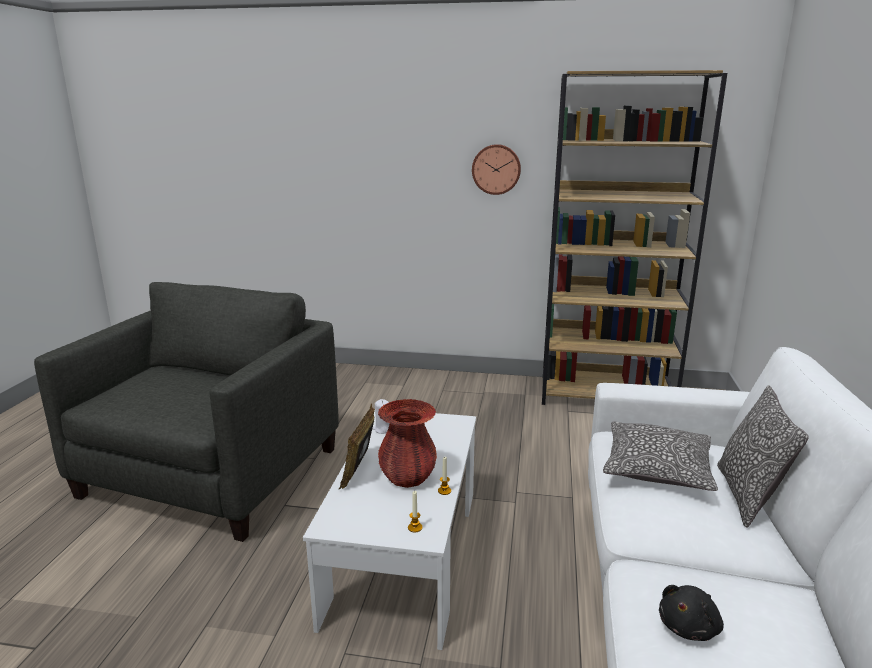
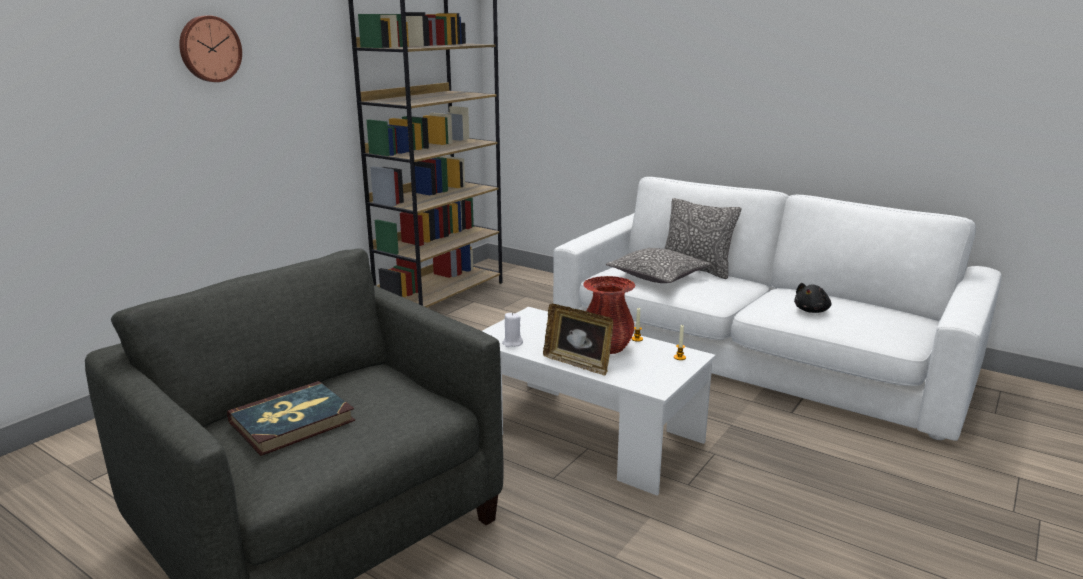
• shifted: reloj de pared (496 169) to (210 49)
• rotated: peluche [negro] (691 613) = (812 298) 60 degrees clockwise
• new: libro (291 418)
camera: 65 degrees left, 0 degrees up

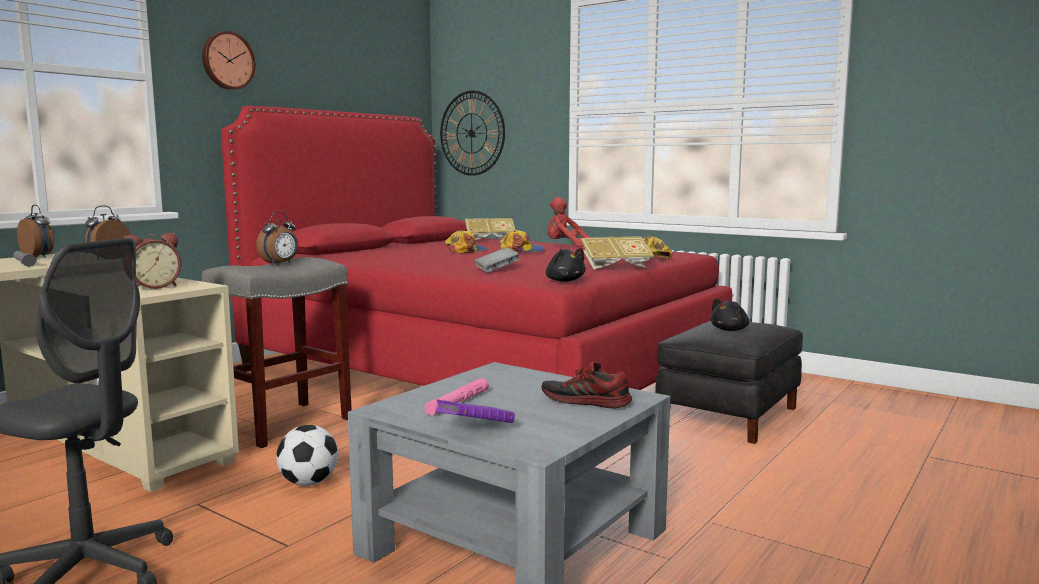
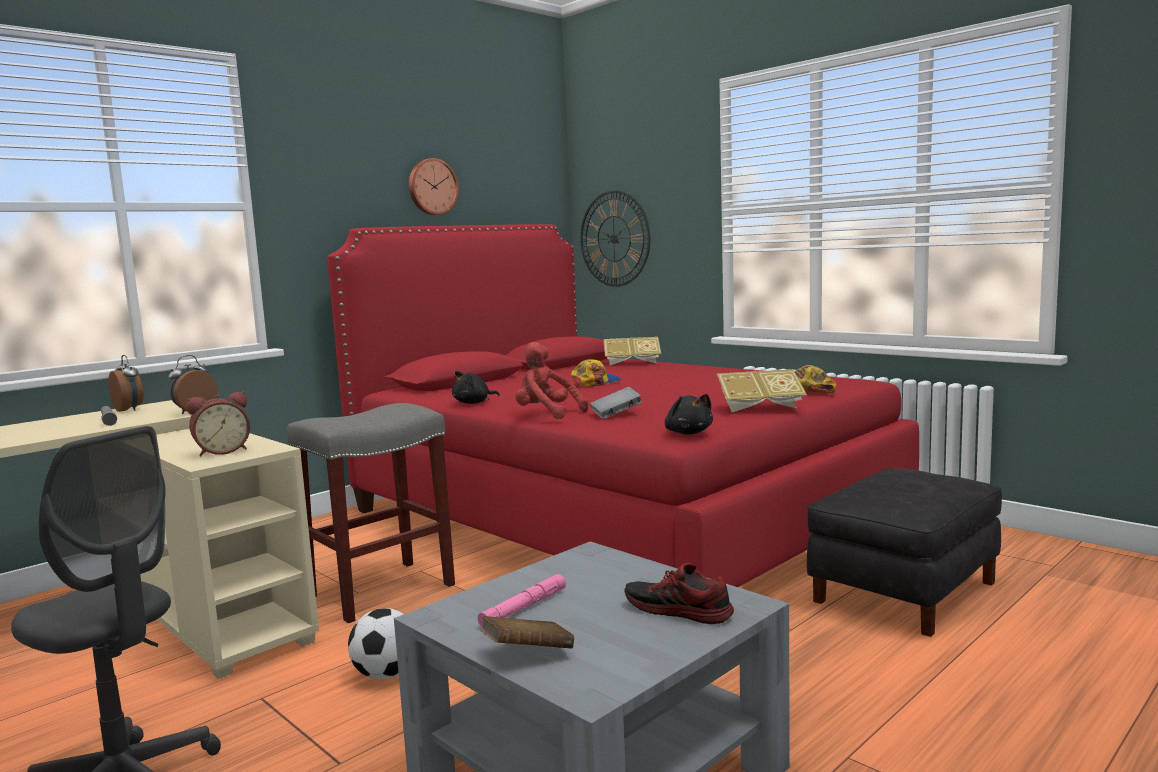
• shifted: reloj de pared (229 60) to (434 186)
• shifted: peluche [rojo] (569 222) to (551 380)
• gone: despertador (277 238)
• gone: gorra (521 241)
• shifted: peluche [negro] (729 314) to (475 387)
• repainted: libro [morado] (475 411) to libro [marrón] (527 632)
camera: 10 degrees right, 0 degrees up

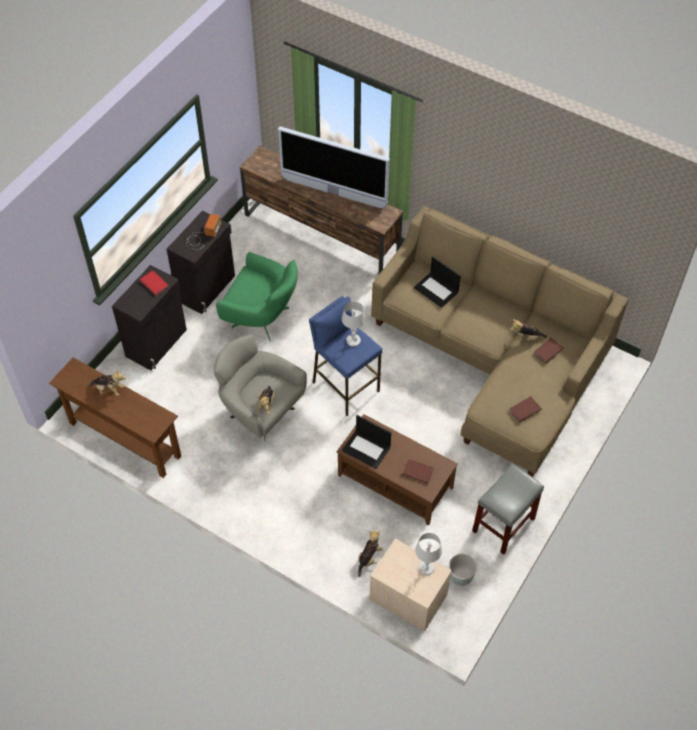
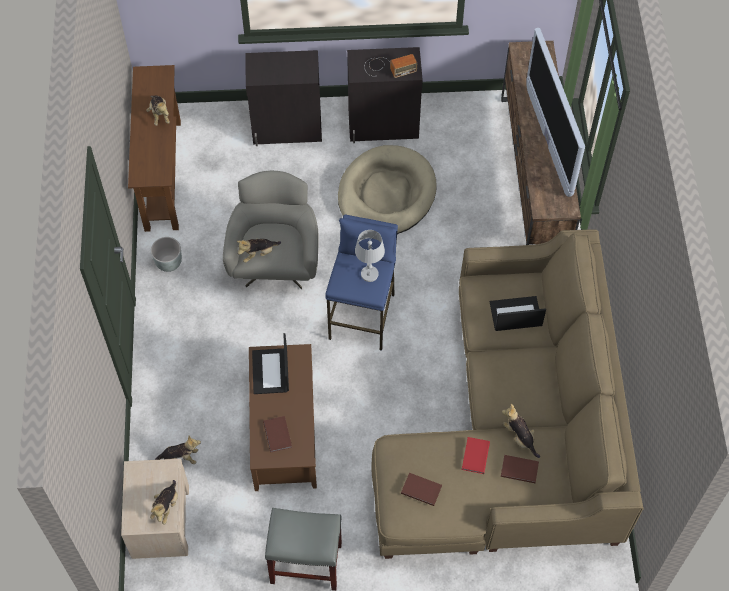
• swapped: sillón [verde] (257 296) to cama para perro [beis] (387 189)
• rotated: portátil (437 282) = (518 313) 75 degrees clockwise
• shifted: libro [rojo] (154 283) to (476 455)
• swapped: lámpara de mesa [blanco] (428 554) to peluche (164 502)
• shifted: maceta [gris] (463 570) to (166 254)
camera: 55 degrees right, 5 degrees up

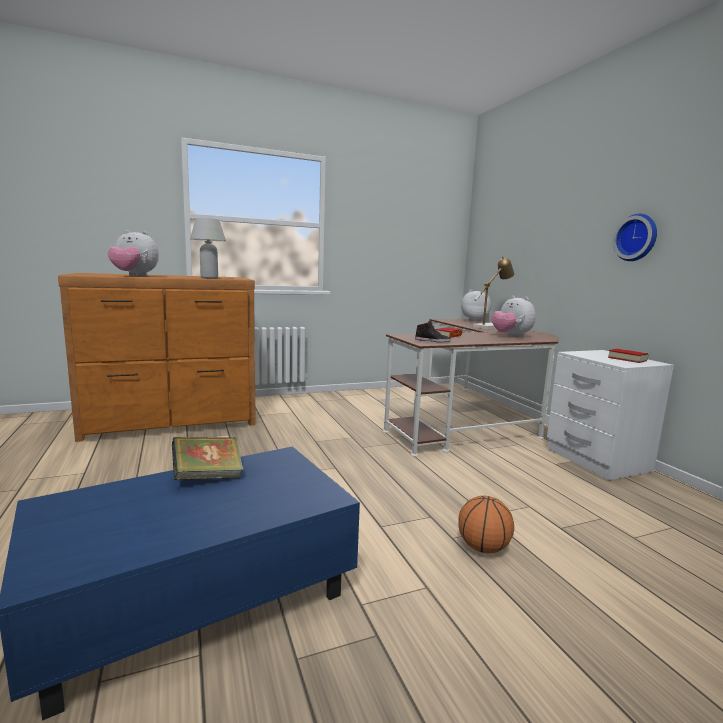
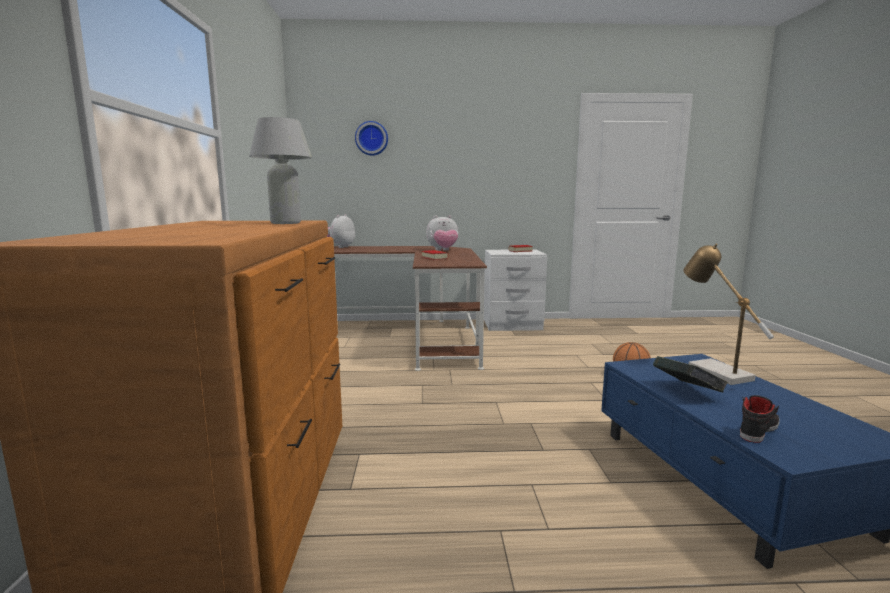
• shifted: reloj de pared (635 237) to (371 138)
• gone: peluche (133 253)
• shifted: lámpara de mesa (493 293) to (728 314)
• shifted: zapato [negro] (433 331) to (760 419)
camera: 70 degrees left, 0 degrees up

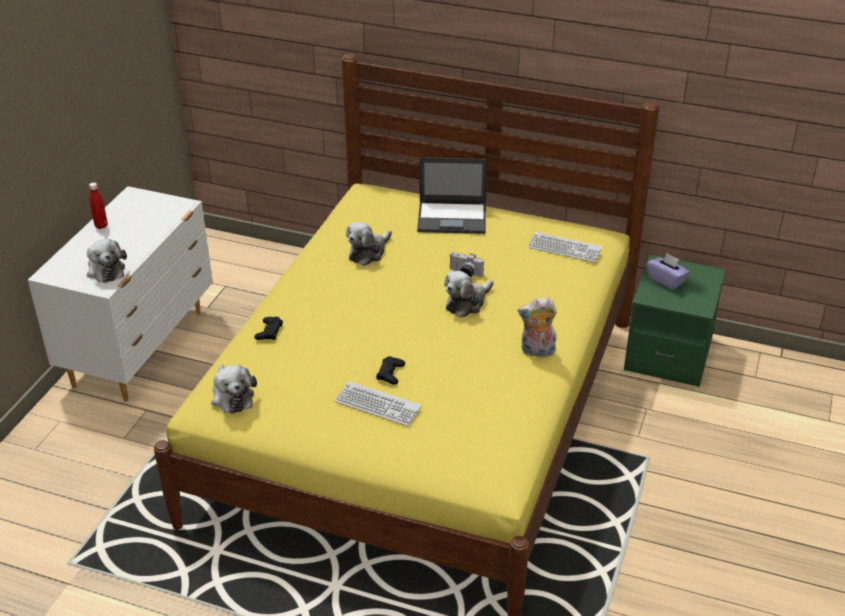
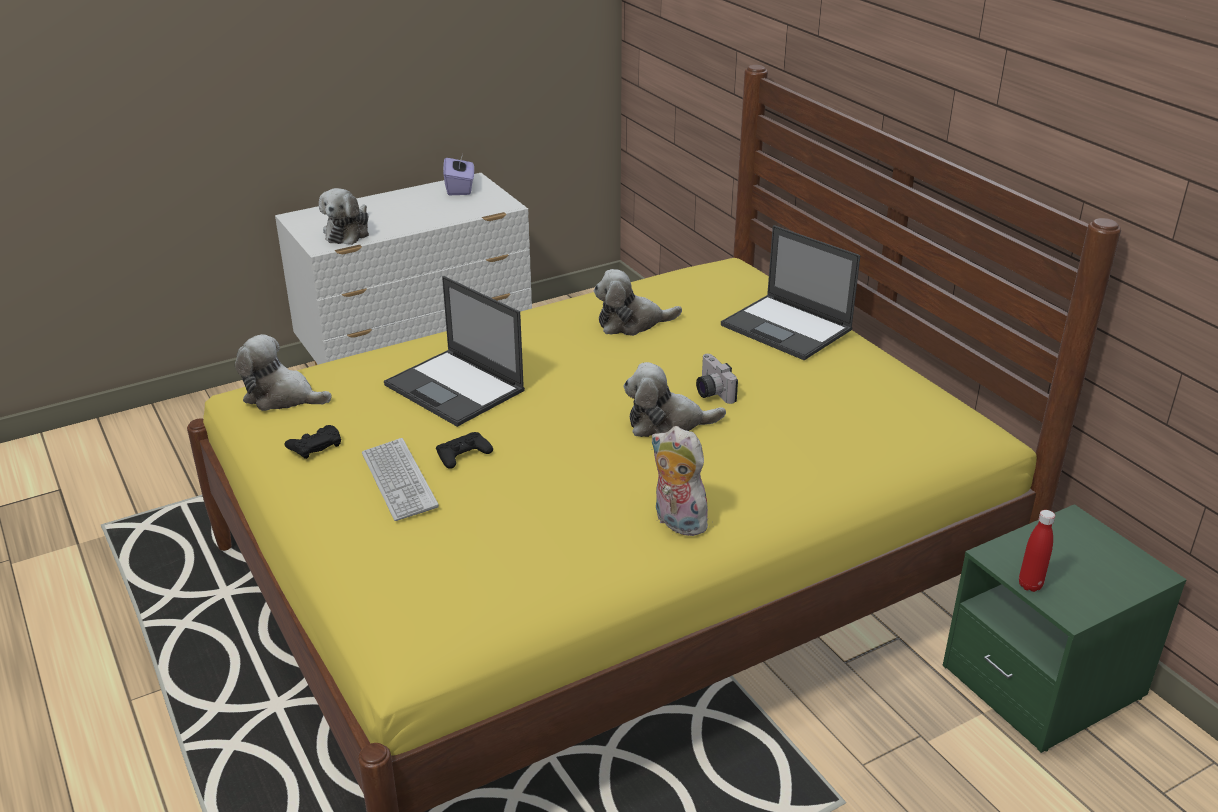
• shifted: botella [rojo] (98 205) to (1037 551)
• gone: teclado (565 247)
• shifted: caja de pañuelos [morado] (668 271) to (458 173)
• shifted: mando de consola [negro] (268 328) to (312 442)
• rotated: peluche (234 389) = (283 372) 90 degrees clockwise
• new: portátil (454 351)
camera: 40 degrees right, 5 degrees down

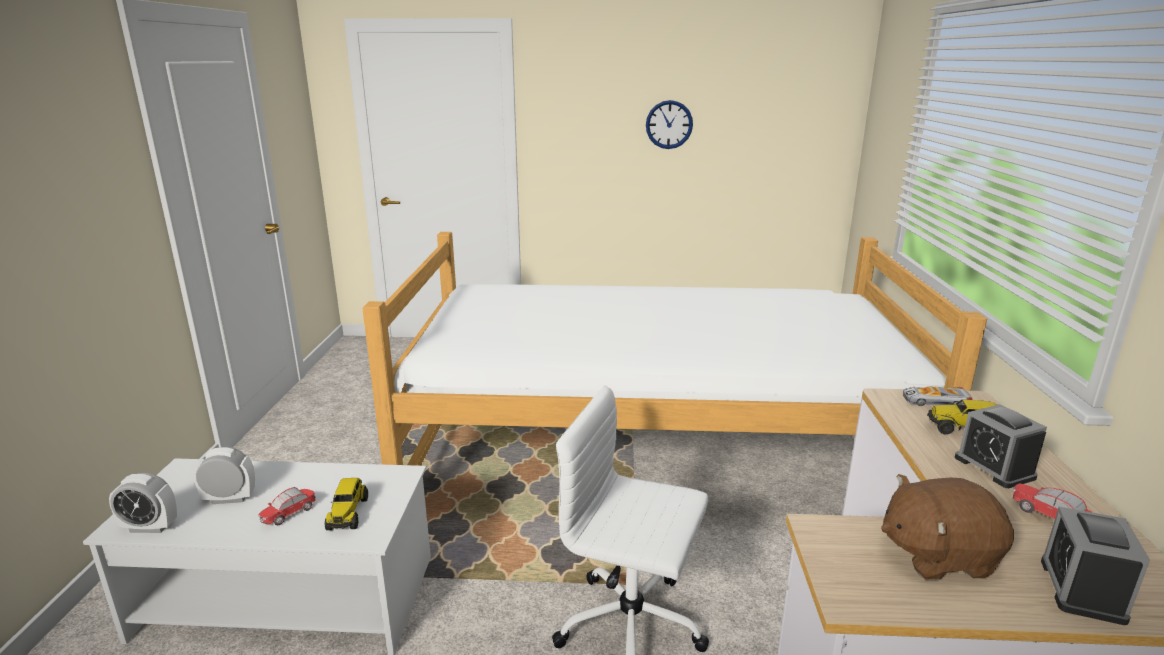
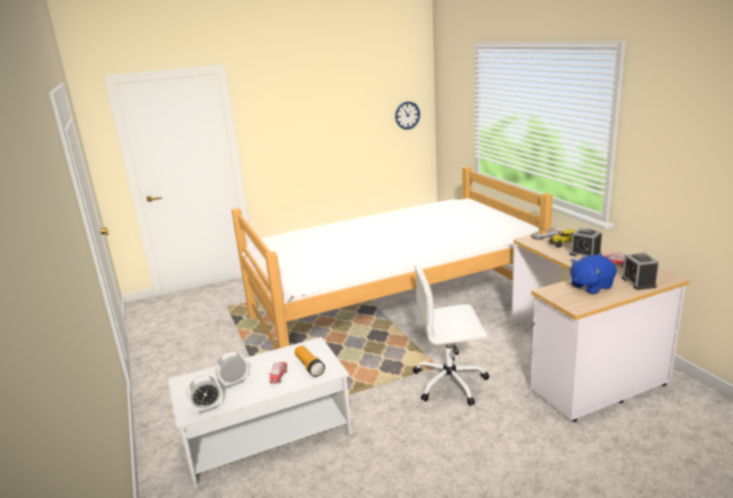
• shifted: reloj de pared (669 124) to (407 115)
• repainted: peluche [marrón] (947 527) to peluche [azul] (593 274)
• swapped: camión de juguete (346 504) to linterna (310 361)
camera: 25 degrees left, 0 degrees up

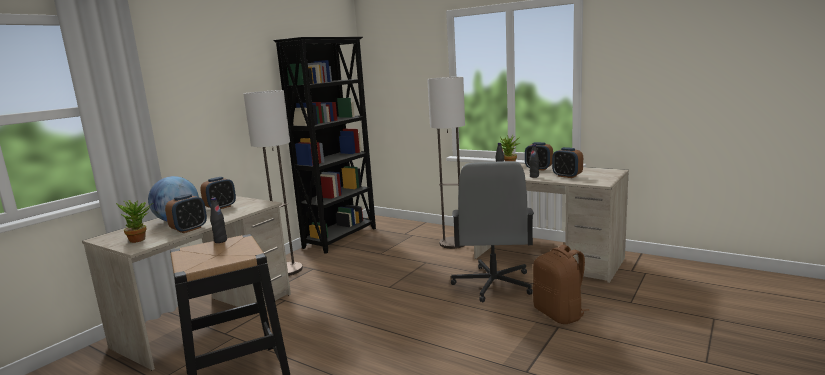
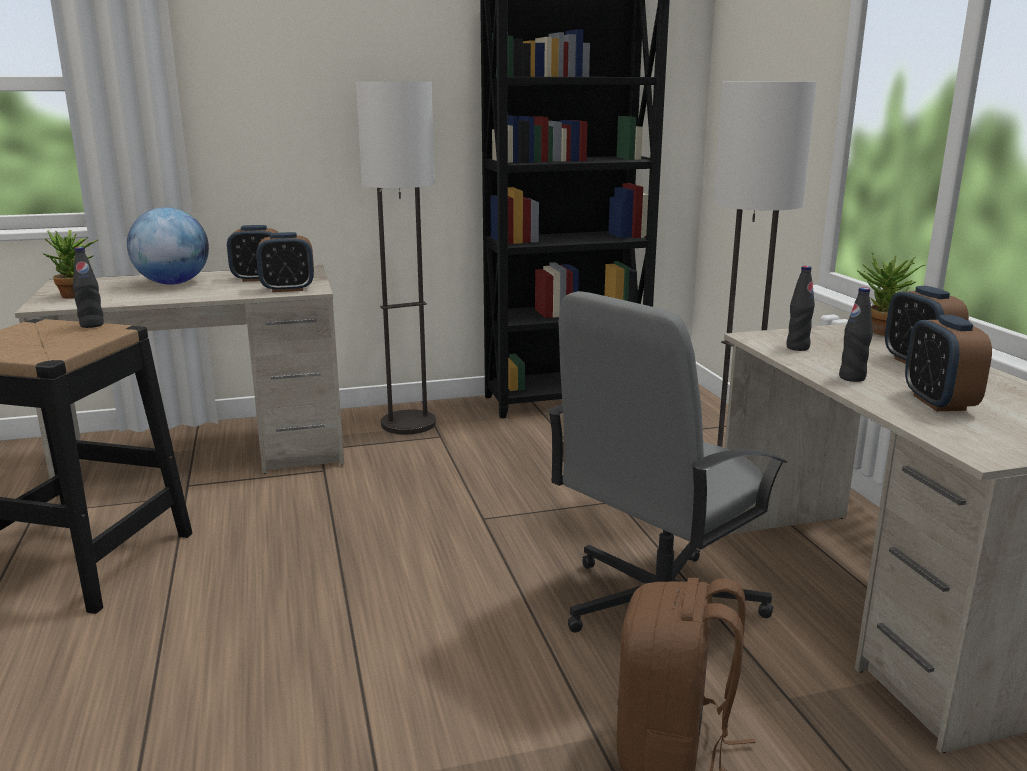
• shifted: despertador (186 213) to (285 262)
camera: 40 degrees right, 5 degrees up

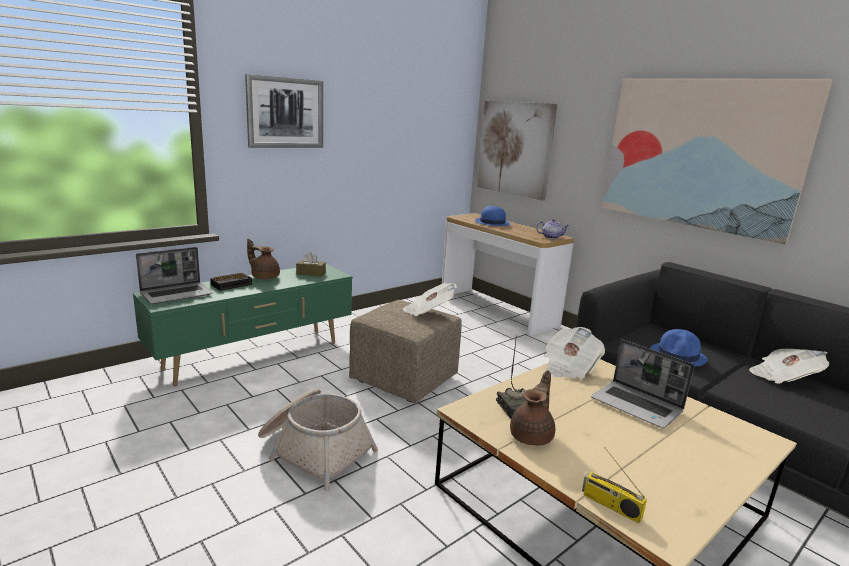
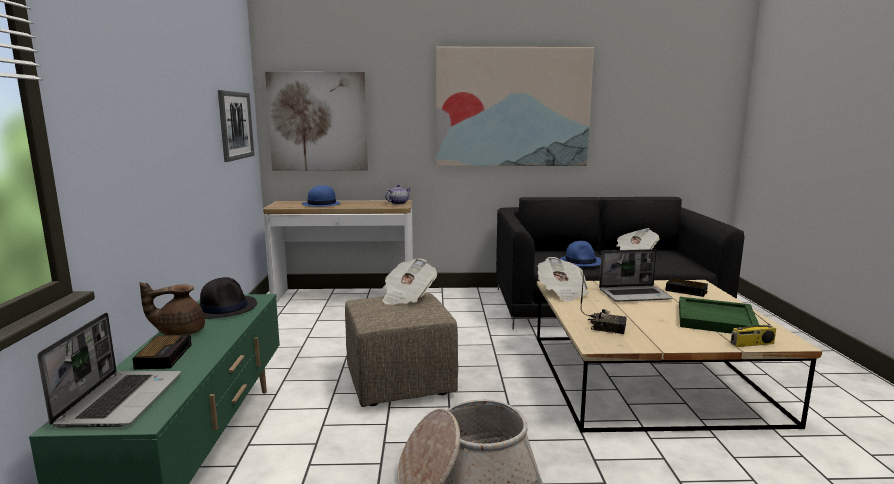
• shifted: cuadro (284 111) to (236 126)
• swapped: caja de pañuelos [marrón] (311 264) to sombrero [negro] (228 298)
• gone: tetera [marrón] (532 408)
• new: despertador (686 287)
• new: bandeja [verde] (719 315)
camera: 50 degrees left, 5 degrees down

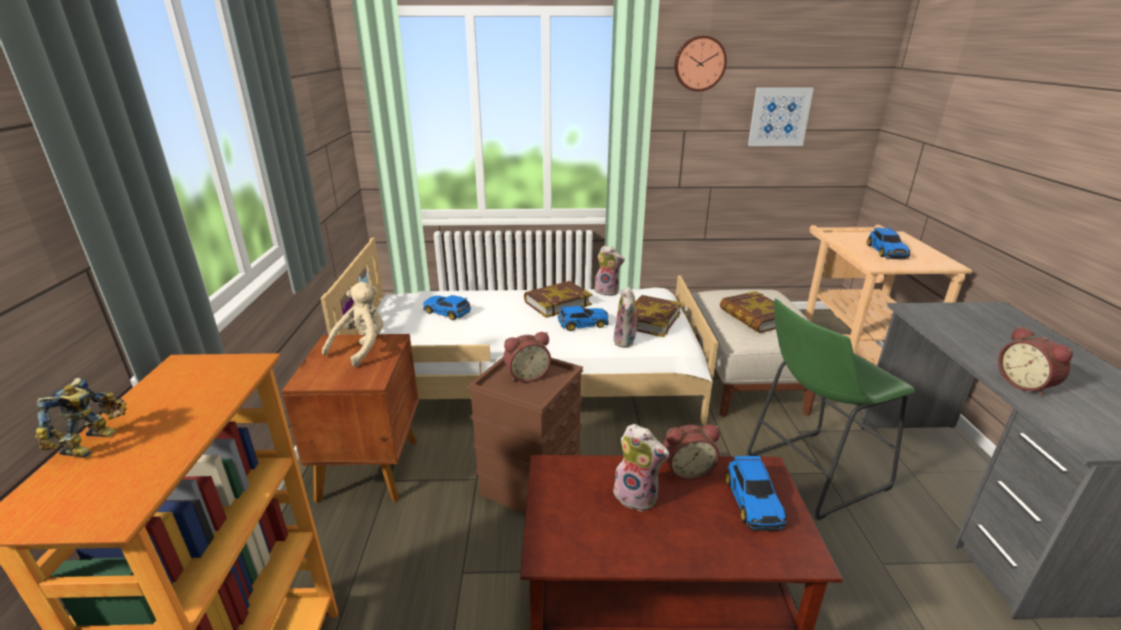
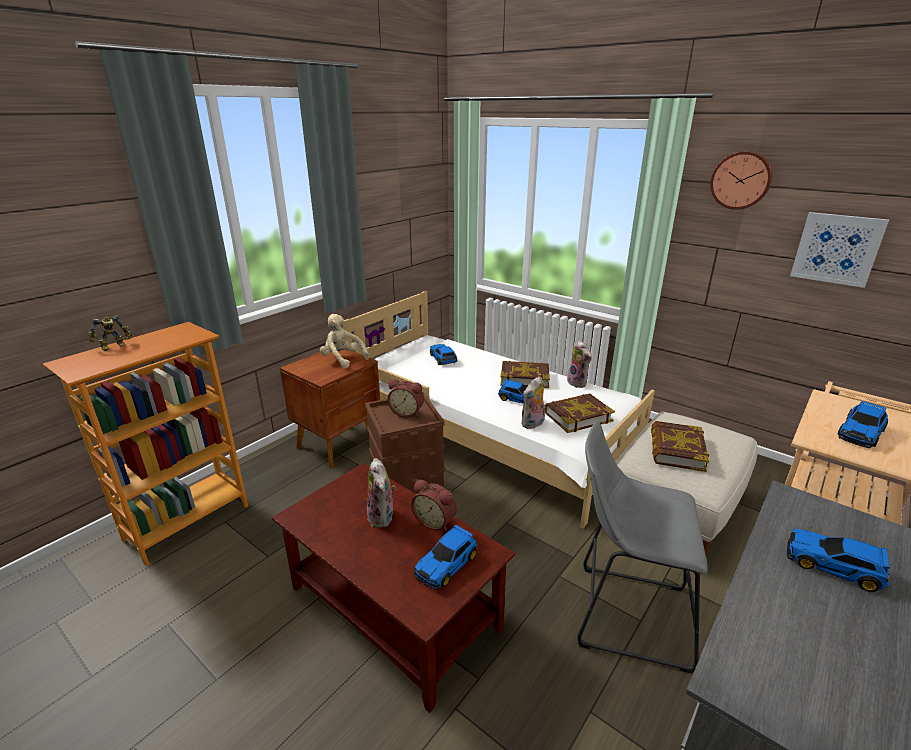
• rotated: peluche [beis] (353 324) = (344 341) 120 degrees counterclockwise
• repainted: taburete [verde] (831 409) to taburete [gris] (642 547)
• gone: despertador (1035 361)
• new: coche de juguete (838 560)
camera: 40 degrees right, 0 degrees up

